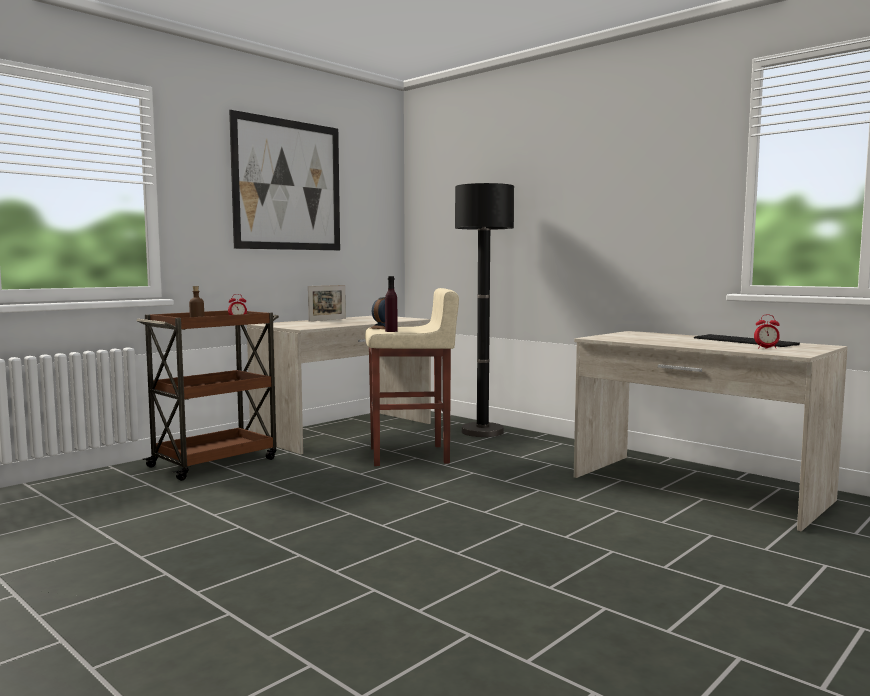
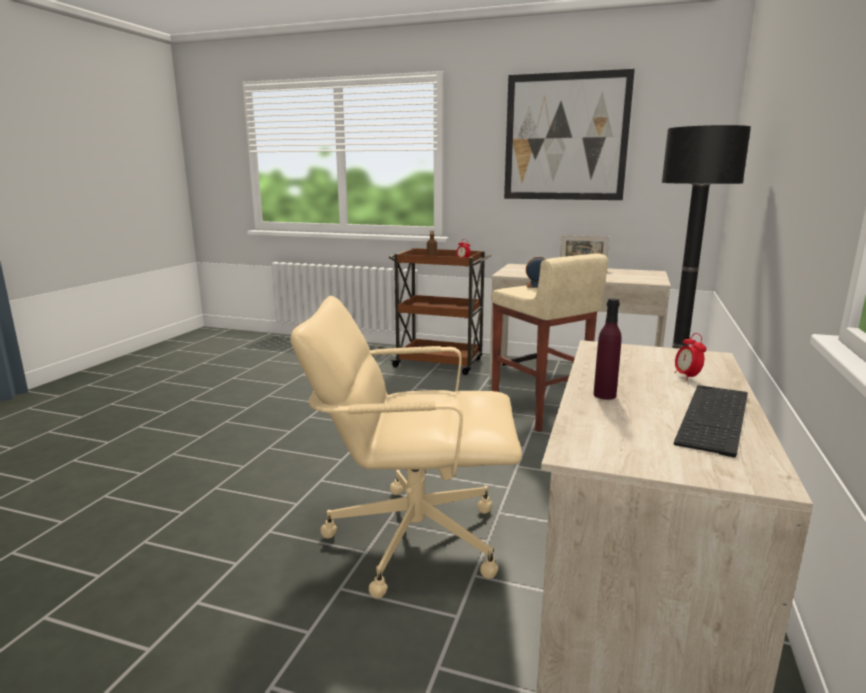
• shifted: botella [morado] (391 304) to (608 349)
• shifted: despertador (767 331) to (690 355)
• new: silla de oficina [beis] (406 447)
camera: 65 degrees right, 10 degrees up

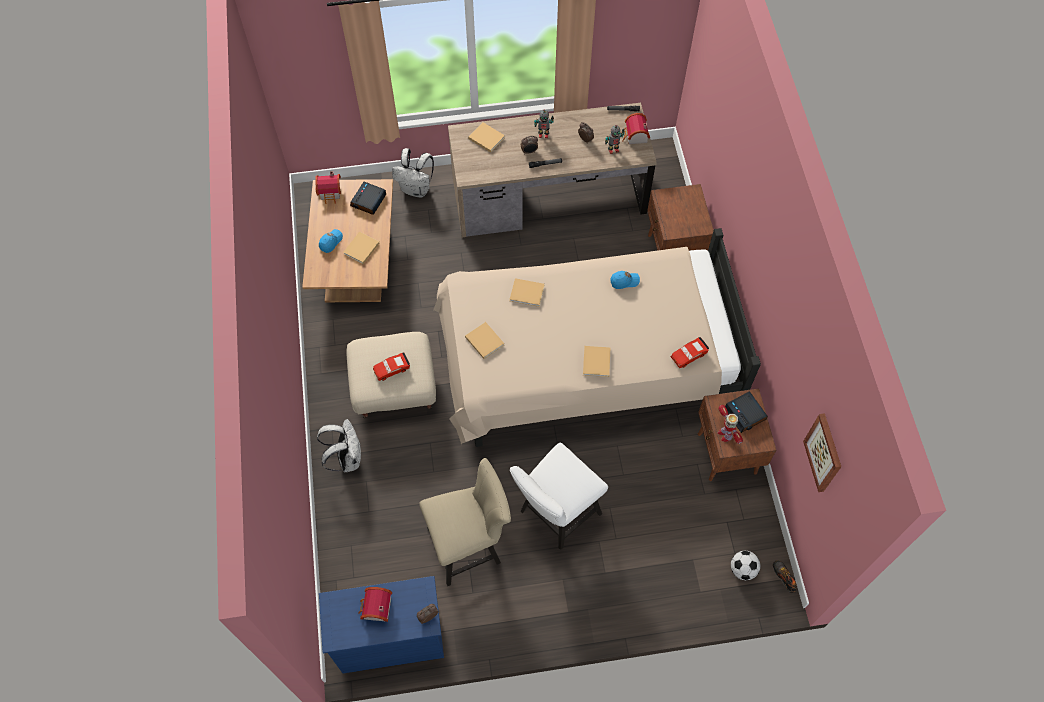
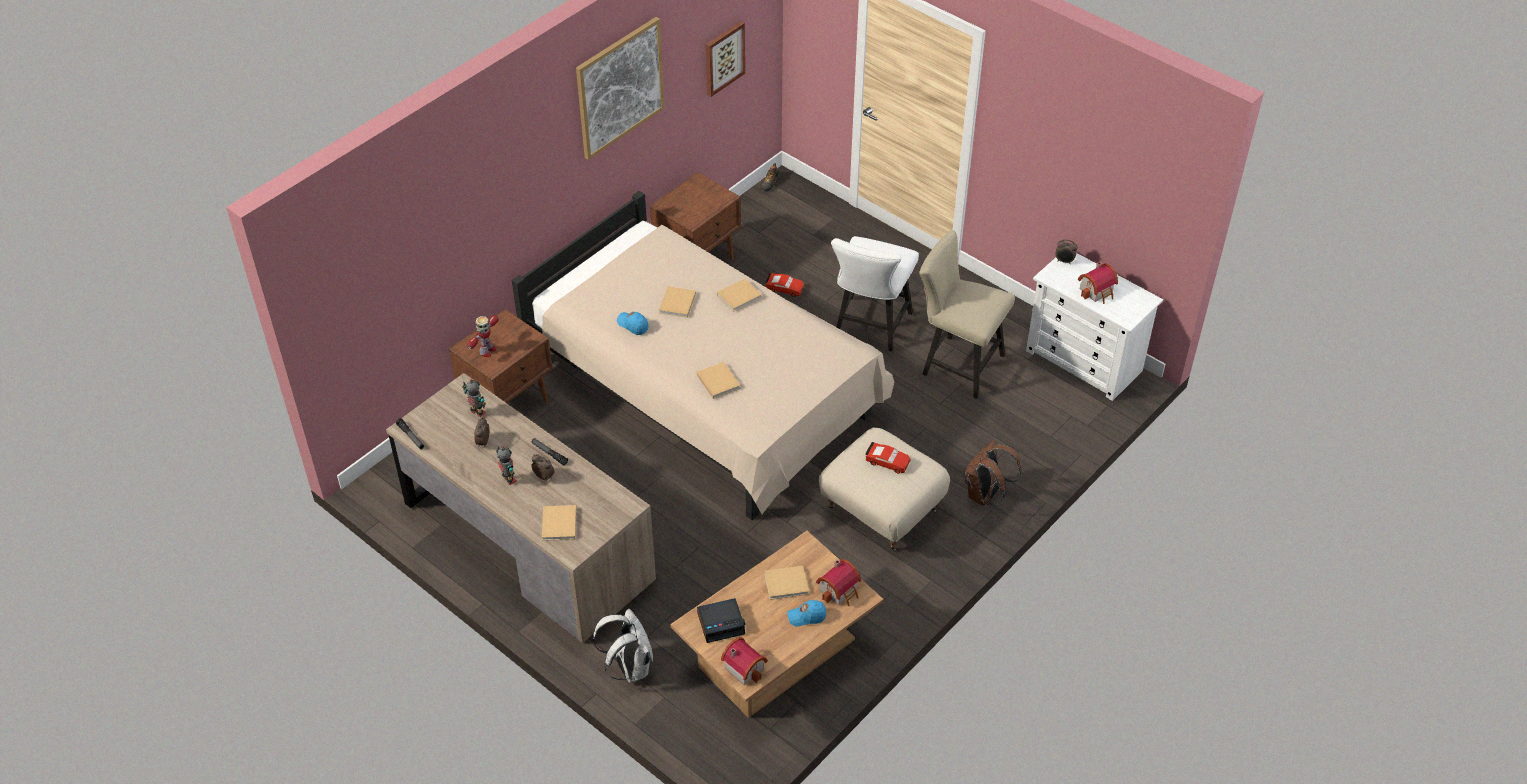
• shifted: casita (635 128) to (838 582)
• shifted: libro [beis] (484 340) to (677 302)
• shifted: coche de juguete [rojo] (690 352) to (784 285)
• gone: despertador (746 412)
• shifted: robot de juguete (730 424) to (483 336)
• repainted: mochila [blanco] (339 445) to mochila [marrón] (993 473)
• rotated: silla [blanco] (559 496) = (875 294) 105 degrees clockwise
• gone: balón de fútbol (746 565)
• repainted: cómoda [azul] (381 624) to cómoda [blanco] (1094 327)
• new: cuadro (620 88)
camera: 130 degrees left, 15 degrees down

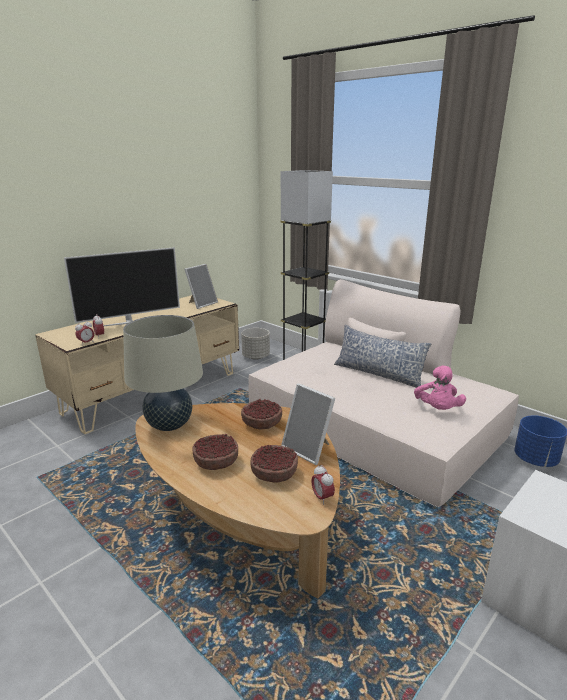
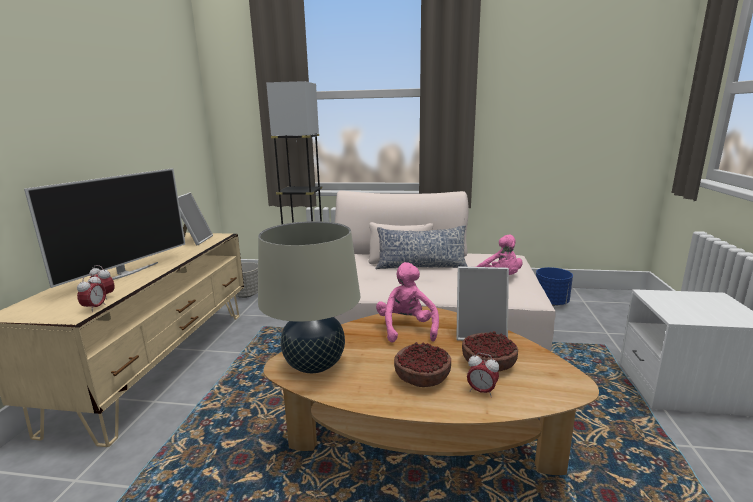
• swapped: cuenco (261 413) to peluche [rosa] (407 302)
• shifted: despertador (323 485) to (483 375)
camera: 35 degrees left, 5 degrees down

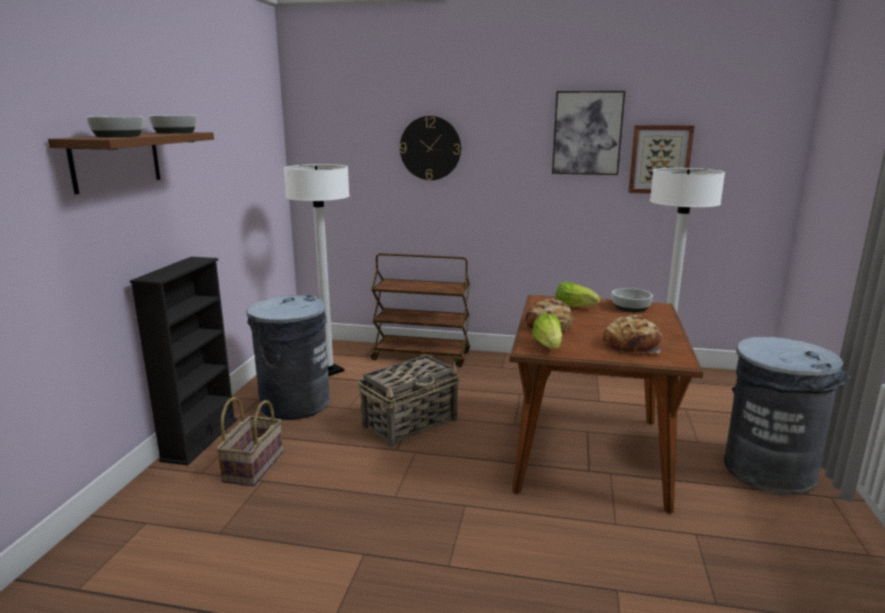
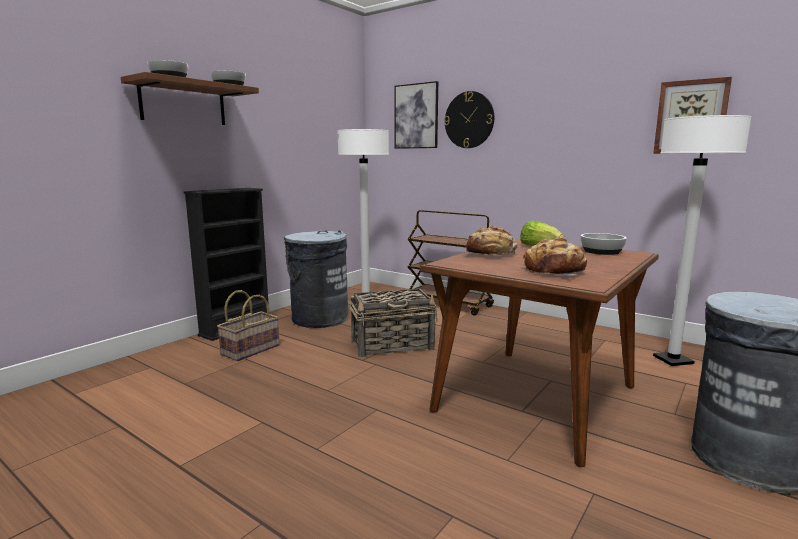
• shifted: cuadro (588 133) to (416 115)
• gone: lechuga (547 331)
camera: 25 degrees right, 5 degrees down

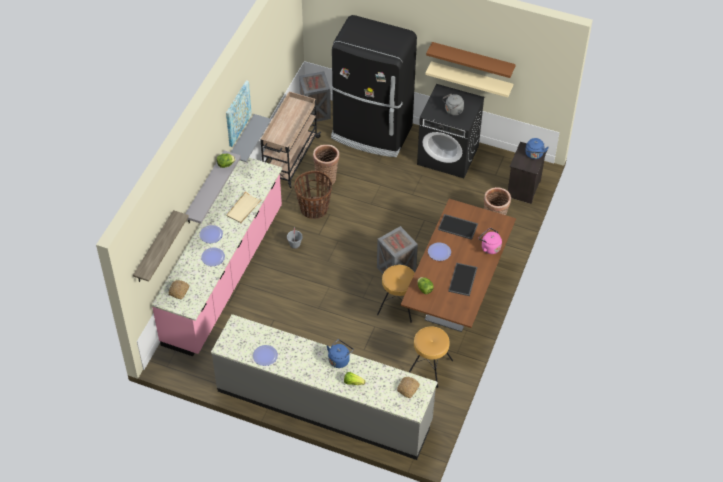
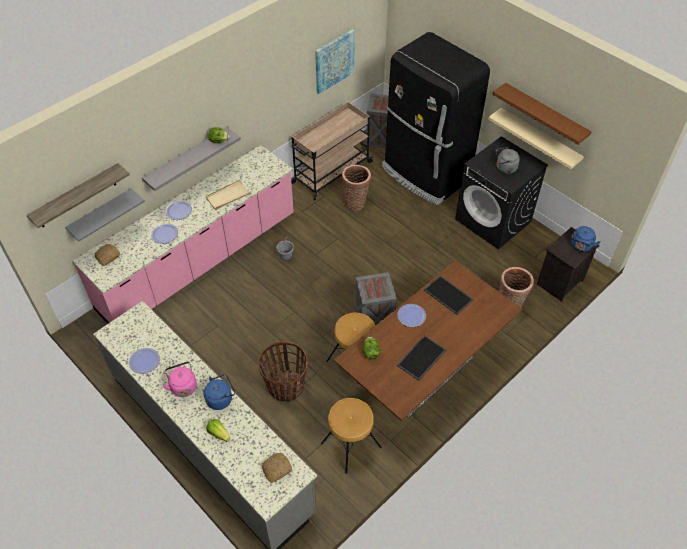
• shifted: cuadro (239 113) to (335 61)
• shifted: estante [gris] (251 138) to (105 215)
• shifted: cesta (313 195) to (283 371)
• shifted: hervidor [rosa] (490 241) to (179 379)
camera: 25 degrees right, 0 degrees up

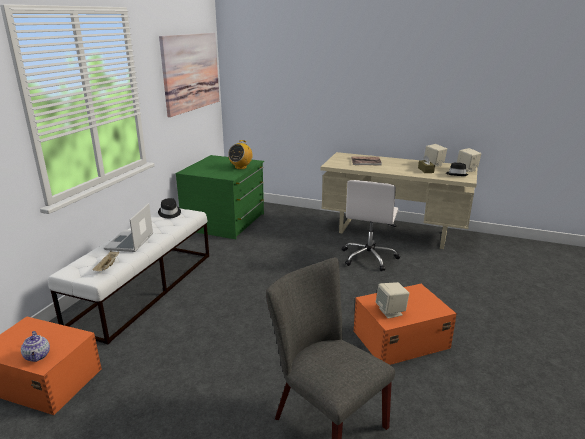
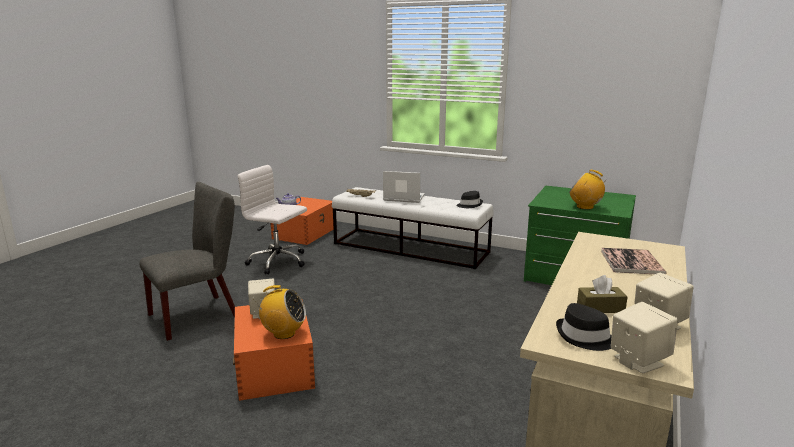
• gone: cuadro (189 75)
• shifted: silla de oficina [blanco] (371 225) to (272 220)
• new: radio (280 312)
camera: 95 degrees right, 5 degrees down

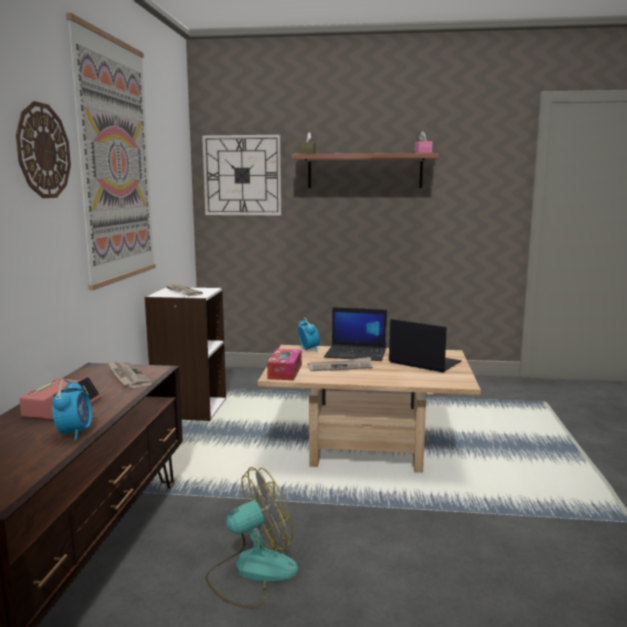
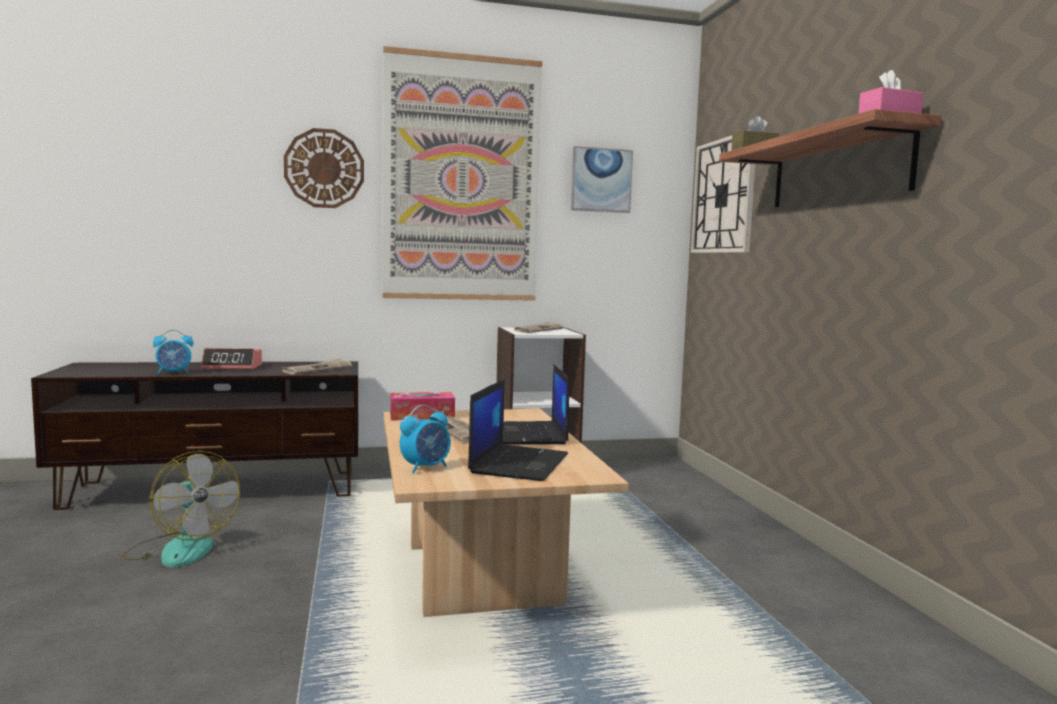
• shifted: despertador (309 335) to (425 439)
• new: cuadro (602 179)
camera: 70 degrees right, 5 degrees down

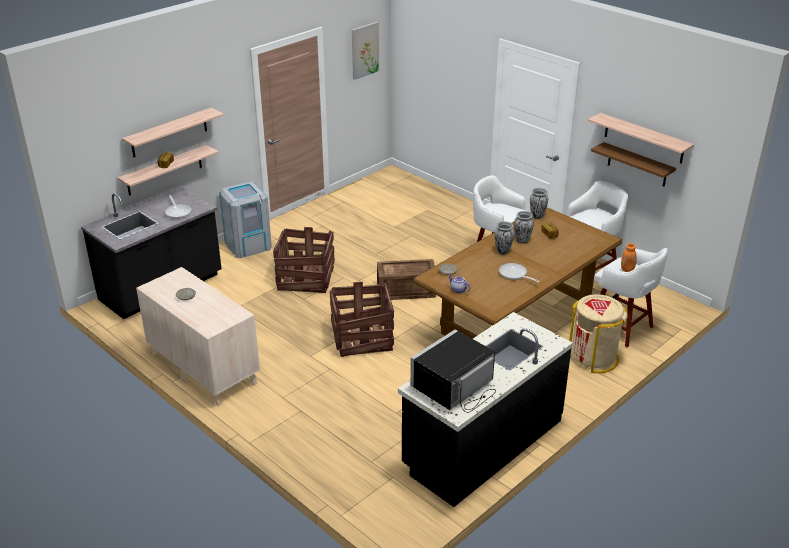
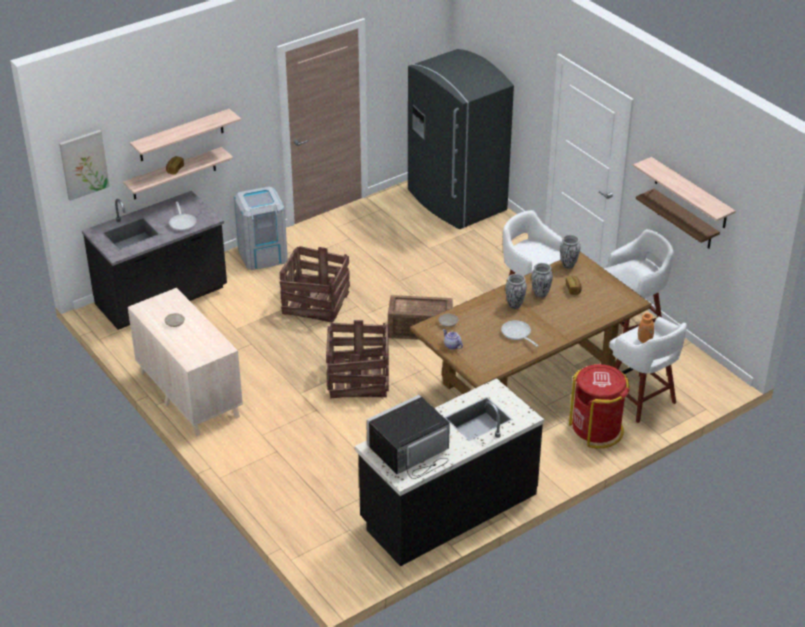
• shifted: cuadro (365 51) to (84 165)
• repainted: papelera [beis] (598 333) to papelera [rojo] (599 406)
• new: nevera [gris] (461 139)
camera: 10 degrees right, 5 degrees up

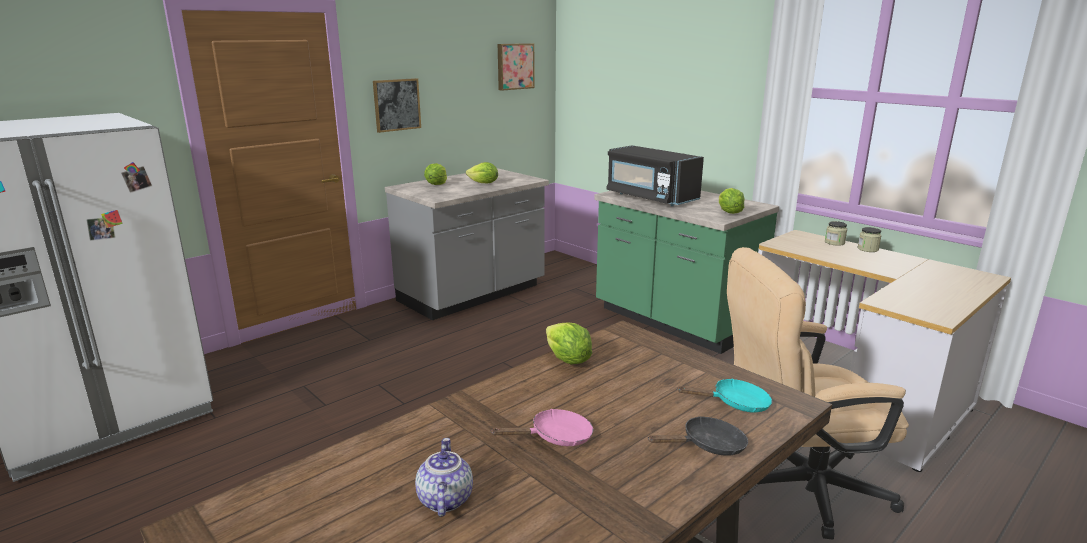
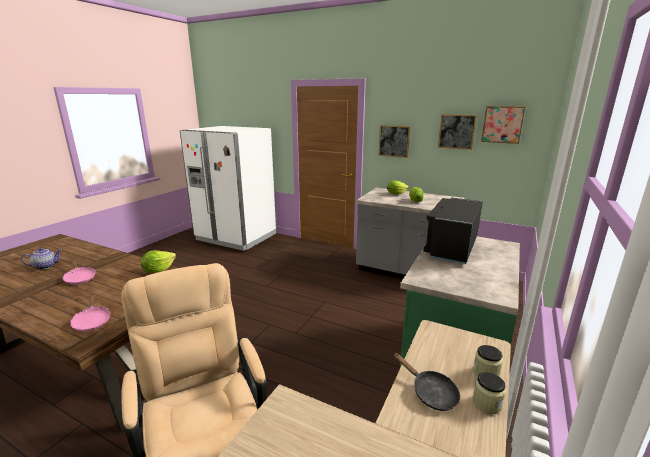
• gone: lechuga (732 201)
• repainted: sartén [turquesa] (725 395) to sartén [rosa] (90 312)
• shifted: sartén [negro] (698 435) to (426 382)
• new: cuadro (457 132)
camera: 70 degrees right, 0 degrees up

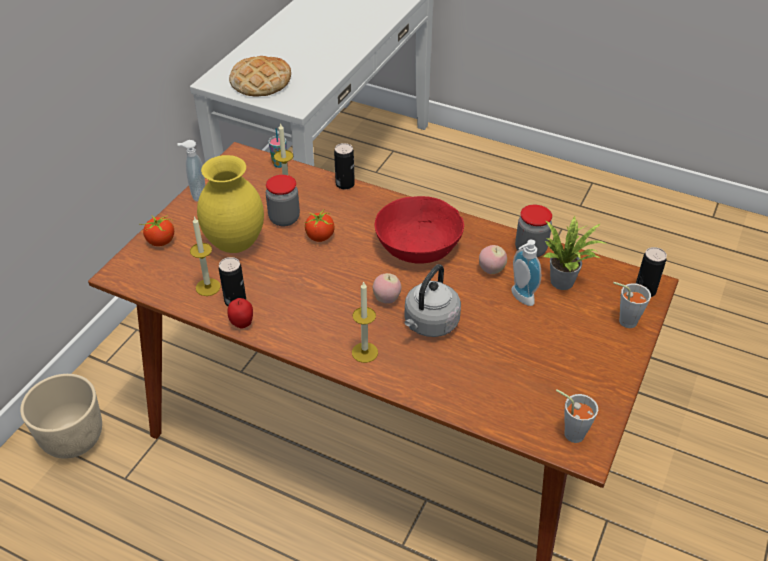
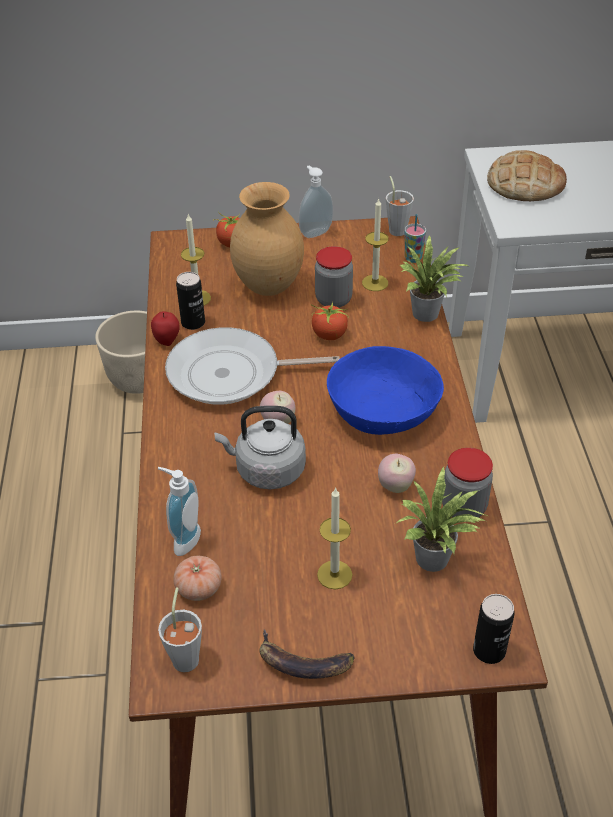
• swapped: lata (344 166) to planta en maceta (433 278)
• repainted: florero [amarillo] (230 204) to florero [marrón] (267 239)
• repainted: cuenco [rojo] (419 229) to cuenco [azul] (385 390)
• shifted: dispensador de jabón (526 273) to (179 511)
• shifted: vela (365 322) to (334 538)
• shifted: taza [gris] (632 305) to (400 206)
• new: sartén (252 366)
• new: tomate (197 578)
• new: plátano (306 654)
camera: 60 degrees right, 0 degrees up

